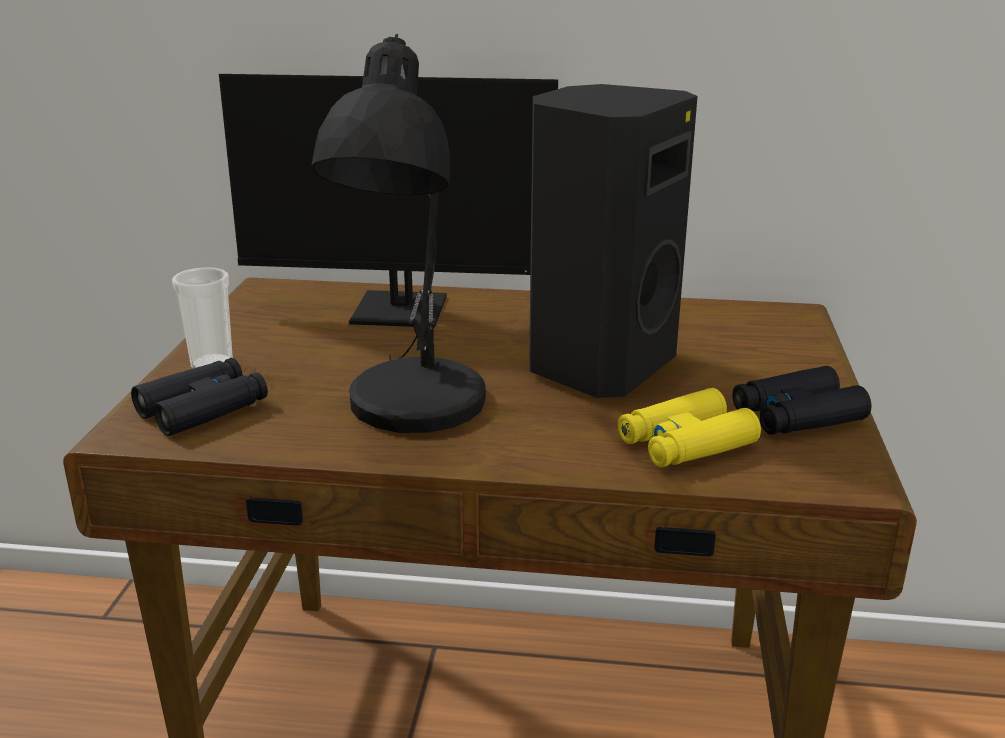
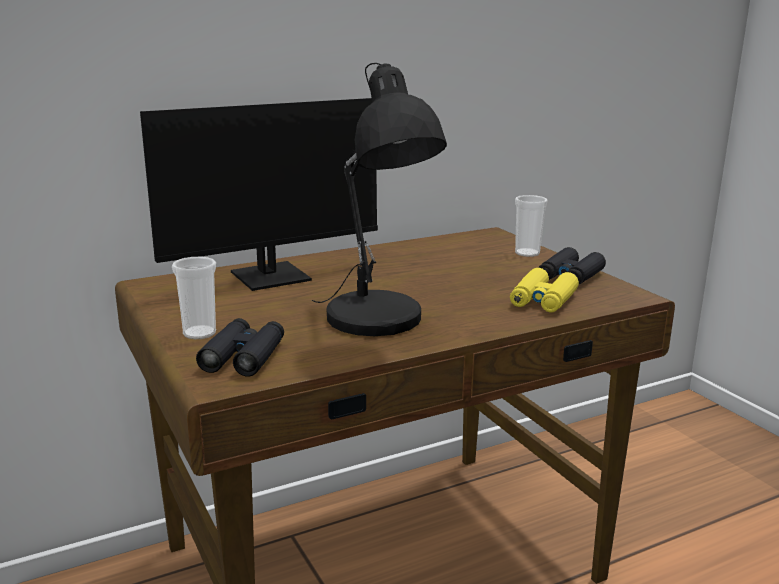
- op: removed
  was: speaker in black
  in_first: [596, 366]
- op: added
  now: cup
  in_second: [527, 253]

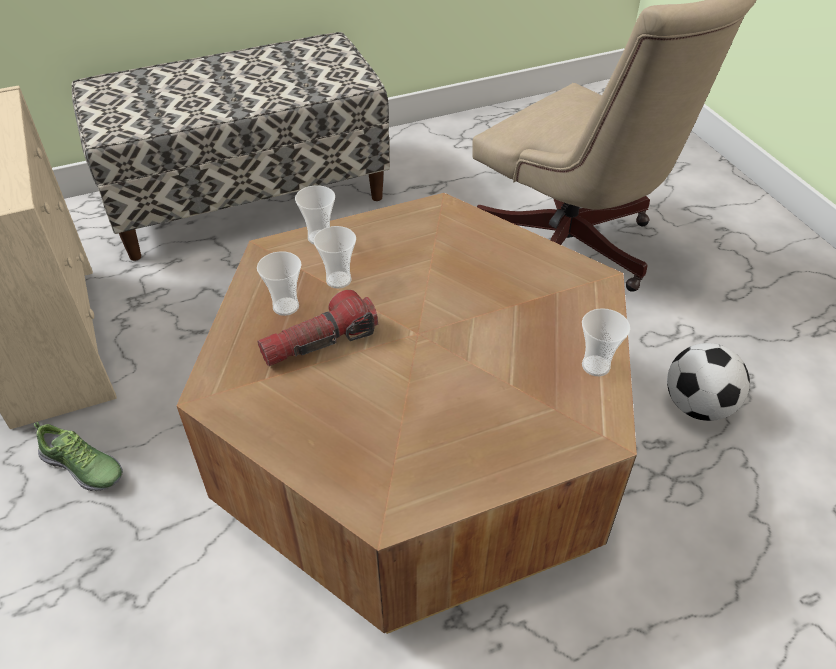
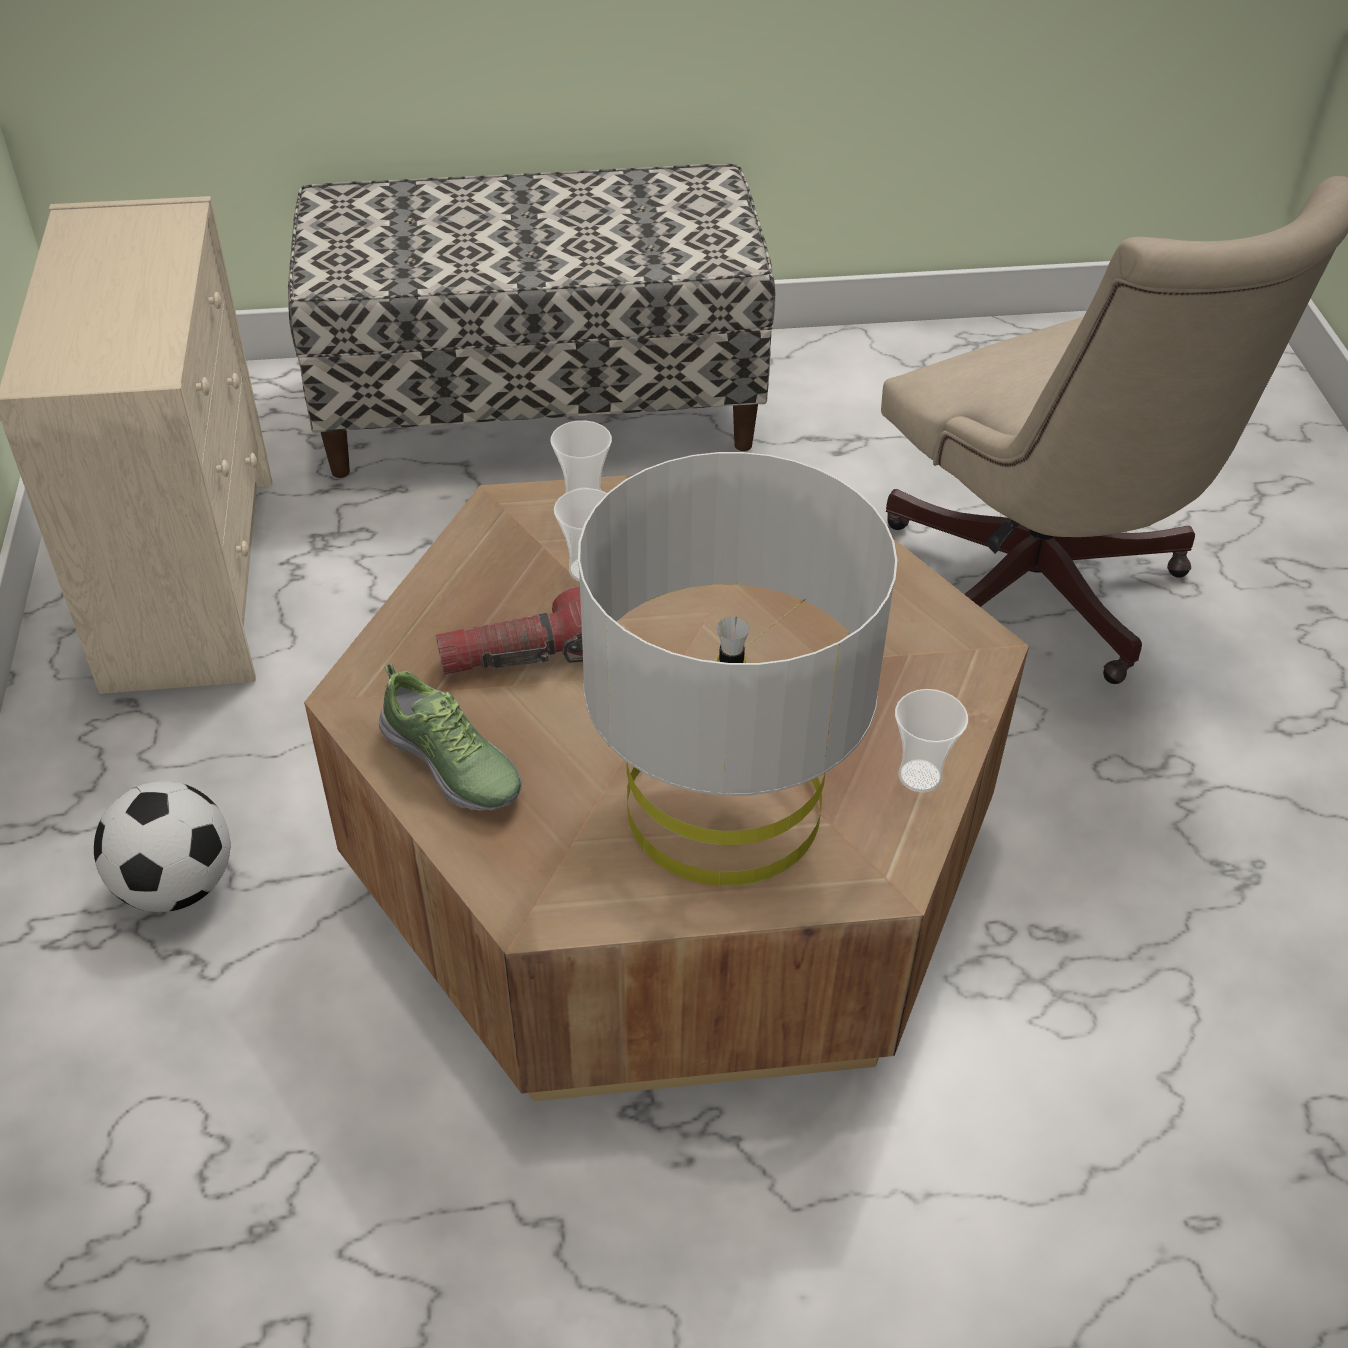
- op: removed
  was: cup
  in_first: [286, 306]
- op: added
  now: table lamp in grey
  in_second: [723, 806]
- op: moved
  was: shoe
  in_first: [84, 467]
  in_second: [452, 764]
- op: moved
  was: football
  in_first: [698, 406]
  in_second: [177, 885]

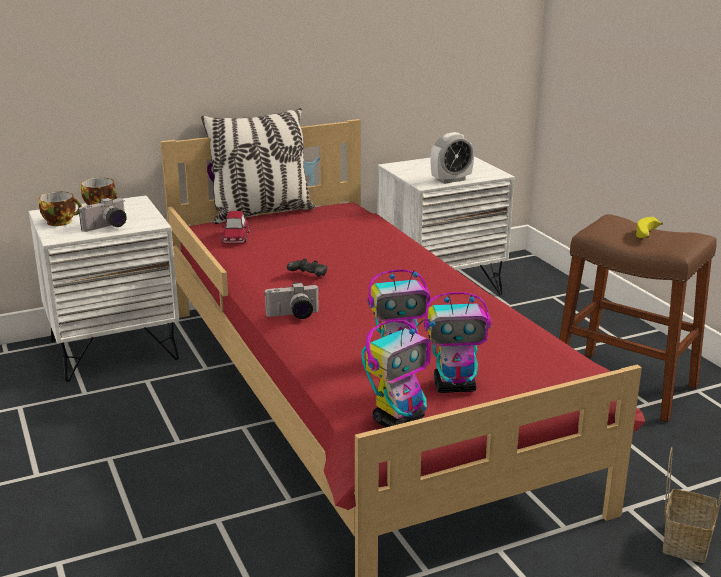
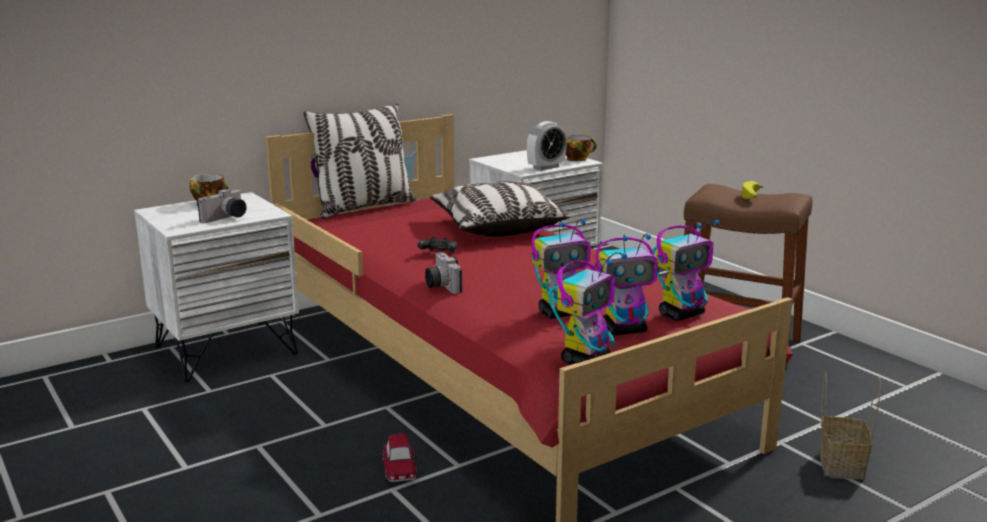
- op: added
  now: pillow
  in_second: [497, 227]
- op: added
  now: toy robot
  in_second: [682, 314]
- op: moved
  was: cup
  in_first: [61, 222]
  in_second: [577, 159]
- op: moved
  was: toy car
  in_first: [235, 237]
  in_second: [399, 468]
- op: turned
  was: photo camera
  in_first: [293, 316]
  in_second: [440, 285]
  clockwise: 90

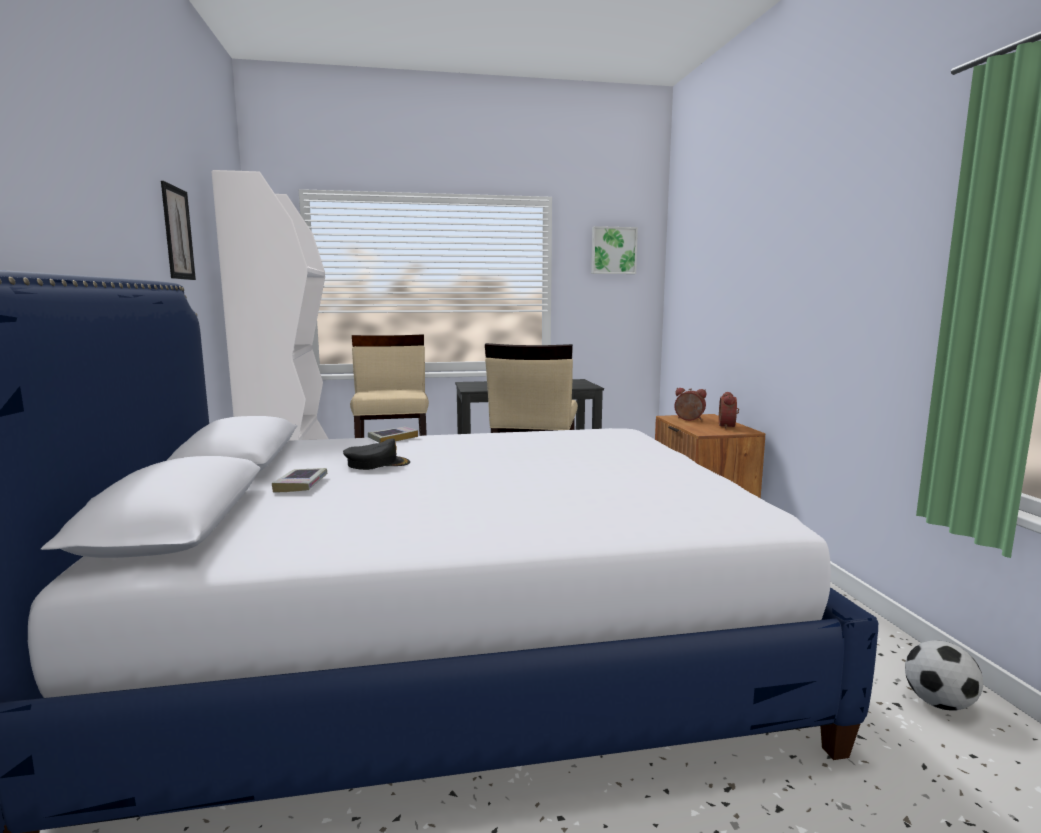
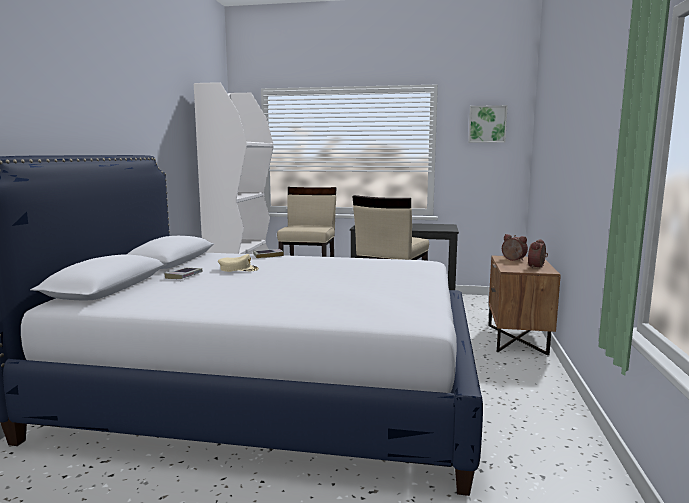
- op: removed
  was: picture
  in_first: [177, 233]
- op: removed
  was: football
  in_first: [939, 703]
- op: recoloured
  was: cap in black
  now: cap in beige
  in_first: [377, 463]
  in_second: [238, 269]

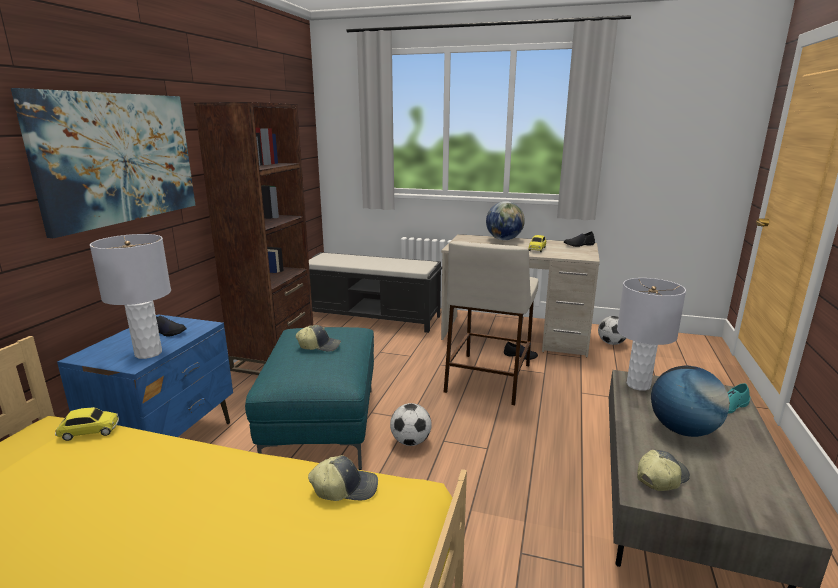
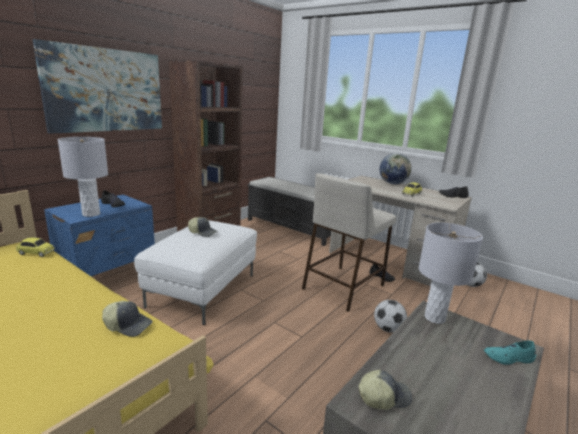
- op: removed
  was: globe
  in_first: [683, 430]
- op: moved
  was: football
  in_first: [411, 441]
  in_second: [388, 329]
- op: recoloured
  was: ottoman in turquoise
  now: ottoman in white
  in_first: [321, 425]
  in_second: [202, 289]

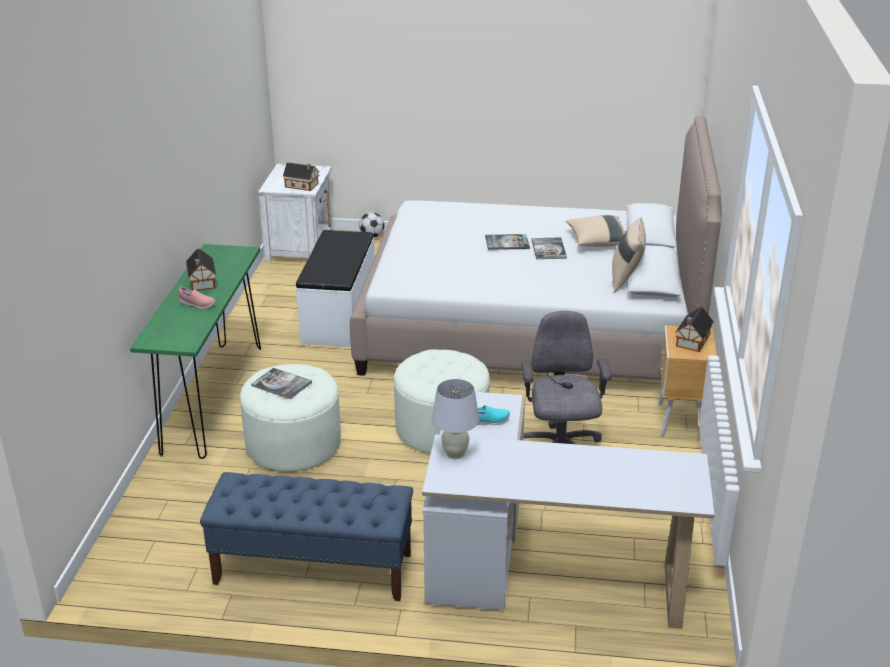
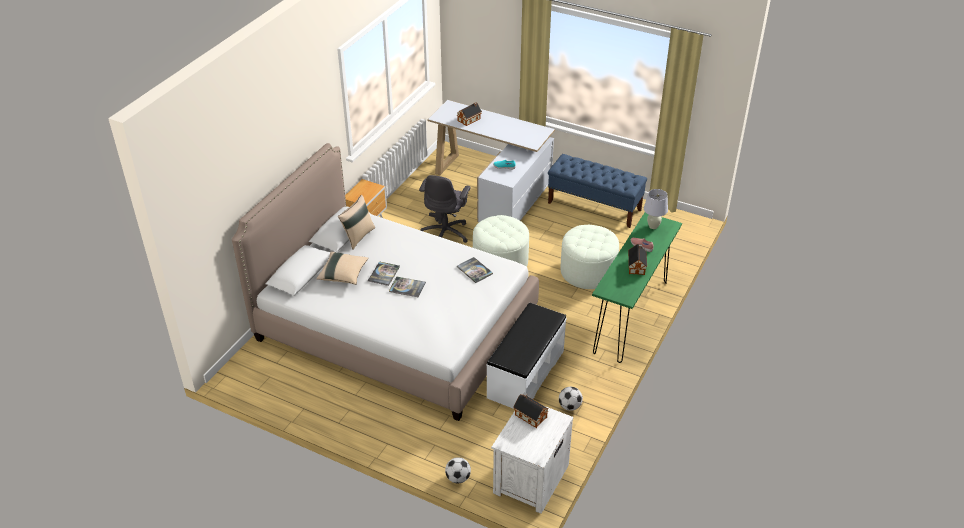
- op: added
  now: football
  in_second: [570, 406]
- op: moved
  was: book
  in_first: [281, 384]
  in_second: [474, 270]
- op: moved
  was: table lamp in white
  in_first: [455, 454]
  in_second: [653, 226]
- op: moved
  was: toy house
  in_first: [691, 341]
  in_second: [470, 119]

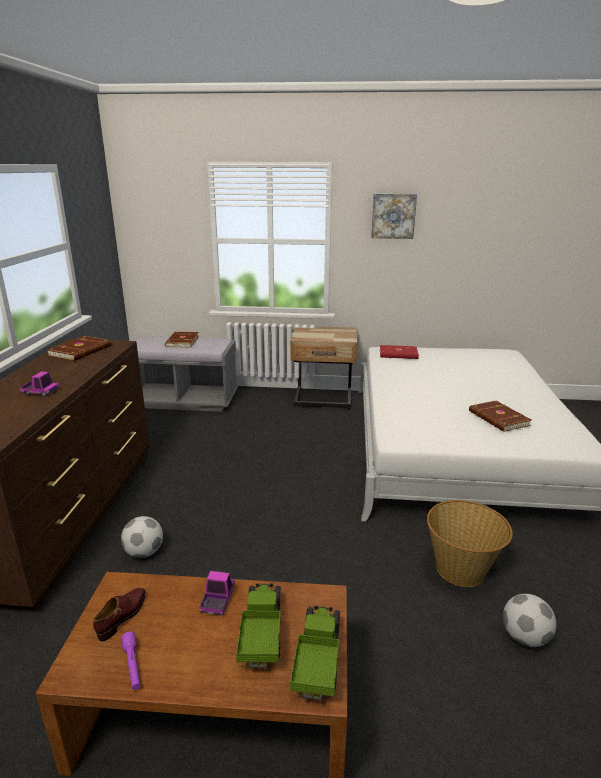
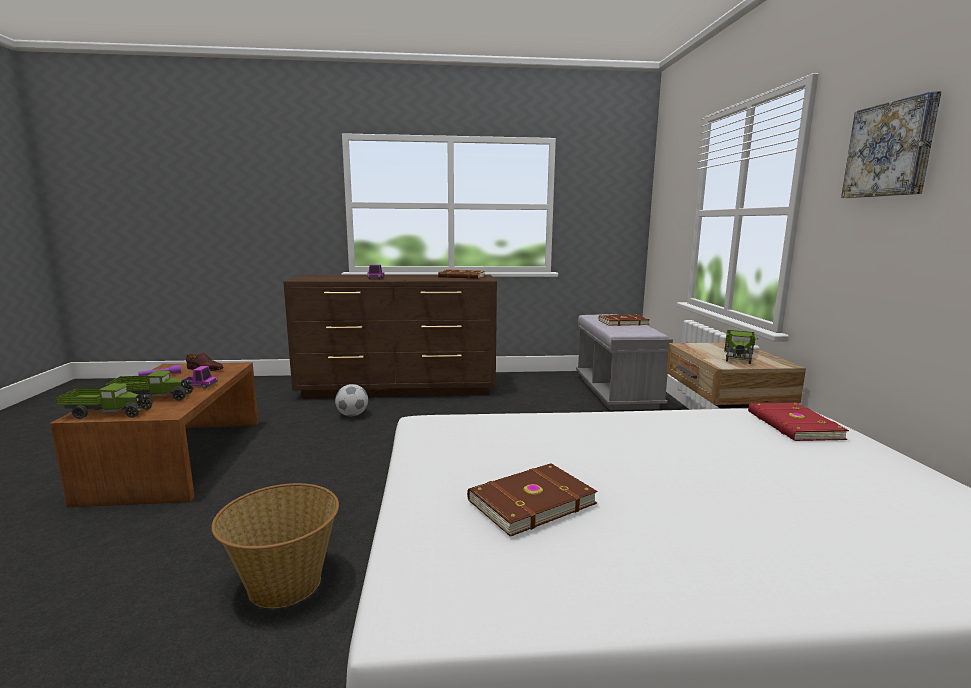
- op: removed
  was: football
  in_first: [525, 638]
- op: added
  now: toy truck
  in_second: [738, 356]

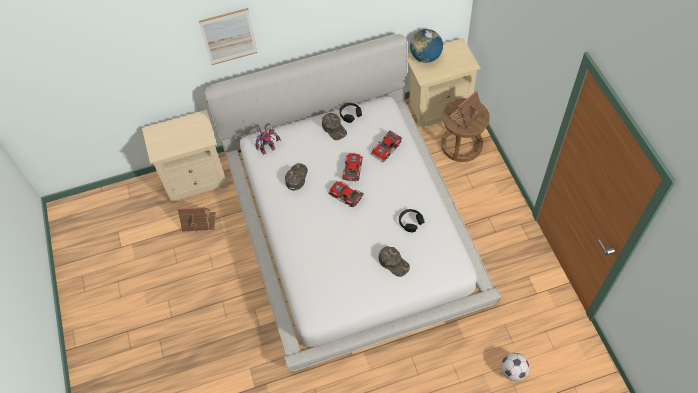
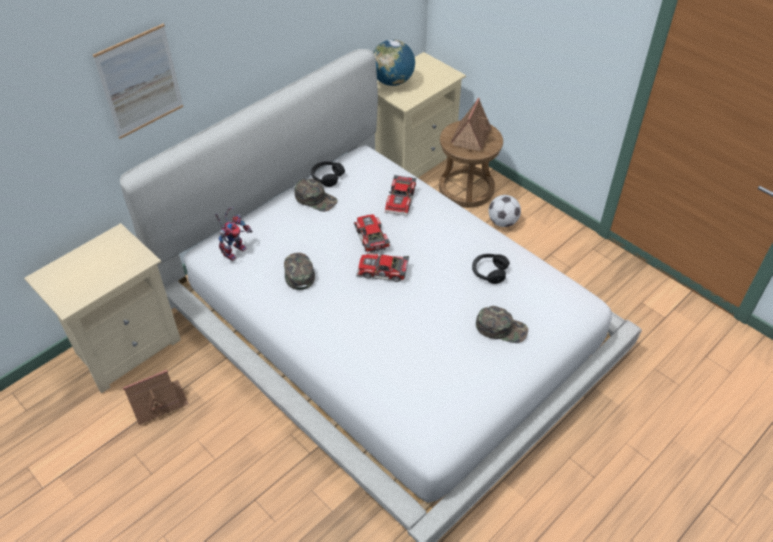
- op: moved
  was: football
  in_first: [513, 371]
  in_second: [502, 222]

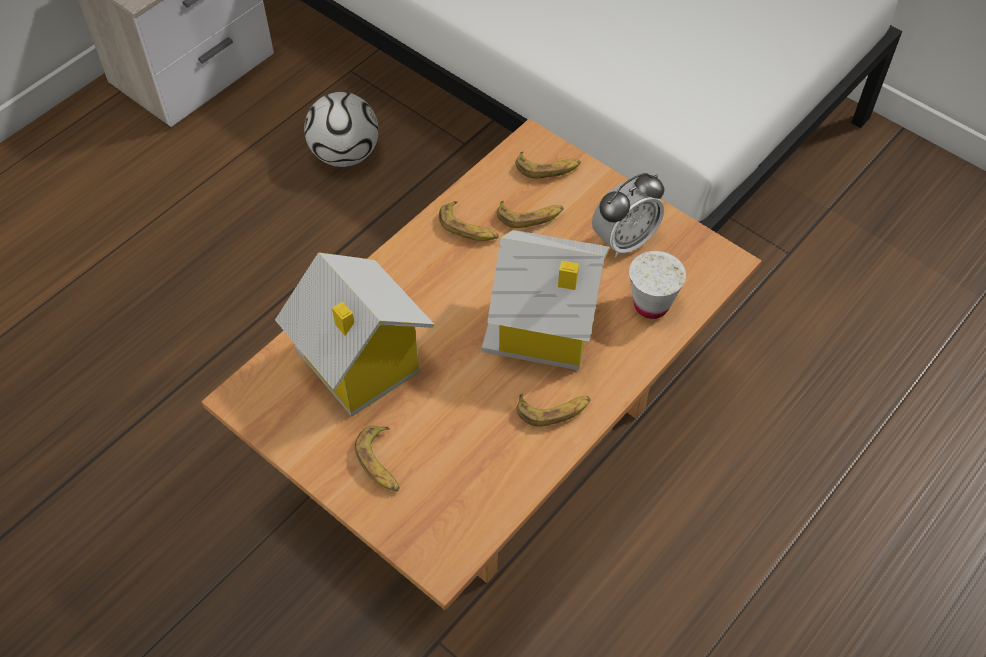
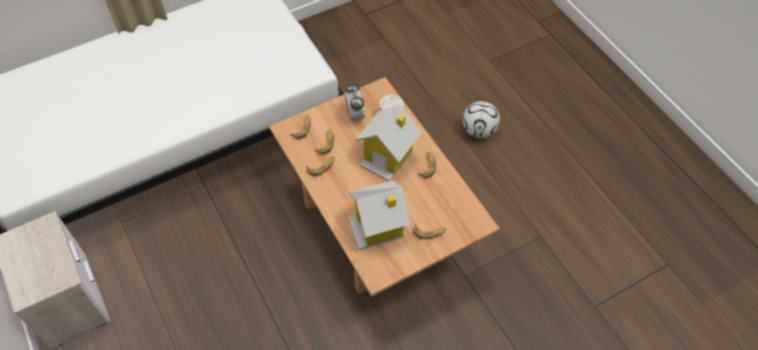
- op: moved
  was: football
  in_first: [345, 155]
  in_second: [479, 131]

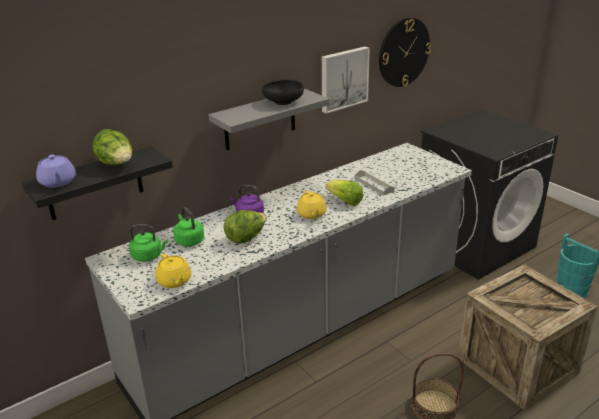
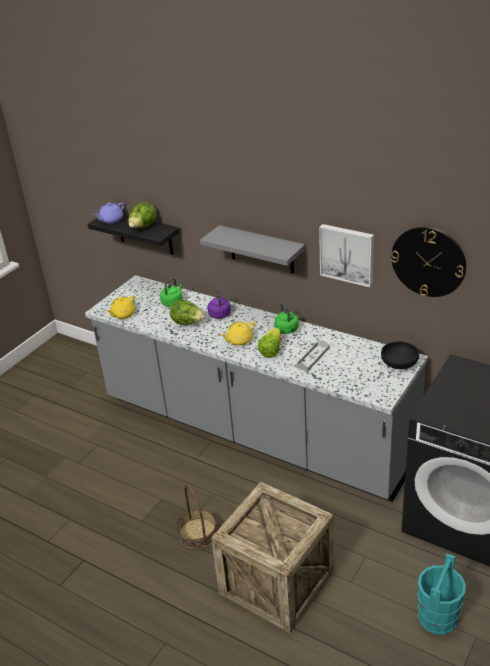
- op: moved
  was: kettle in green
  in_first: [149, 256]
  in_second: [287, 330]
- op: moved
  was: bowl in black
  in_first: [283, 102]
  in_second: [399, 364]

